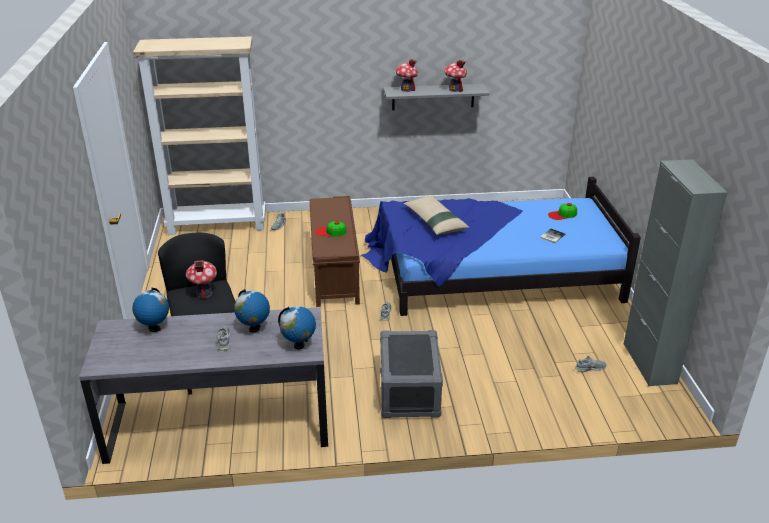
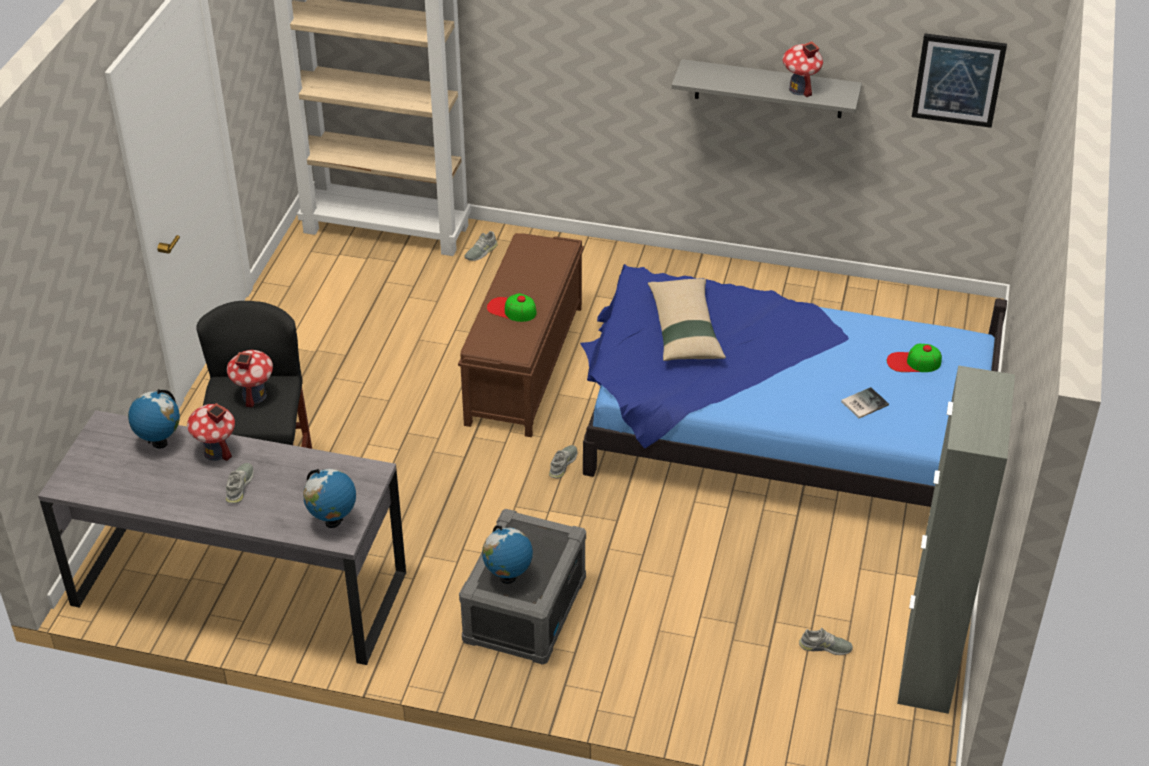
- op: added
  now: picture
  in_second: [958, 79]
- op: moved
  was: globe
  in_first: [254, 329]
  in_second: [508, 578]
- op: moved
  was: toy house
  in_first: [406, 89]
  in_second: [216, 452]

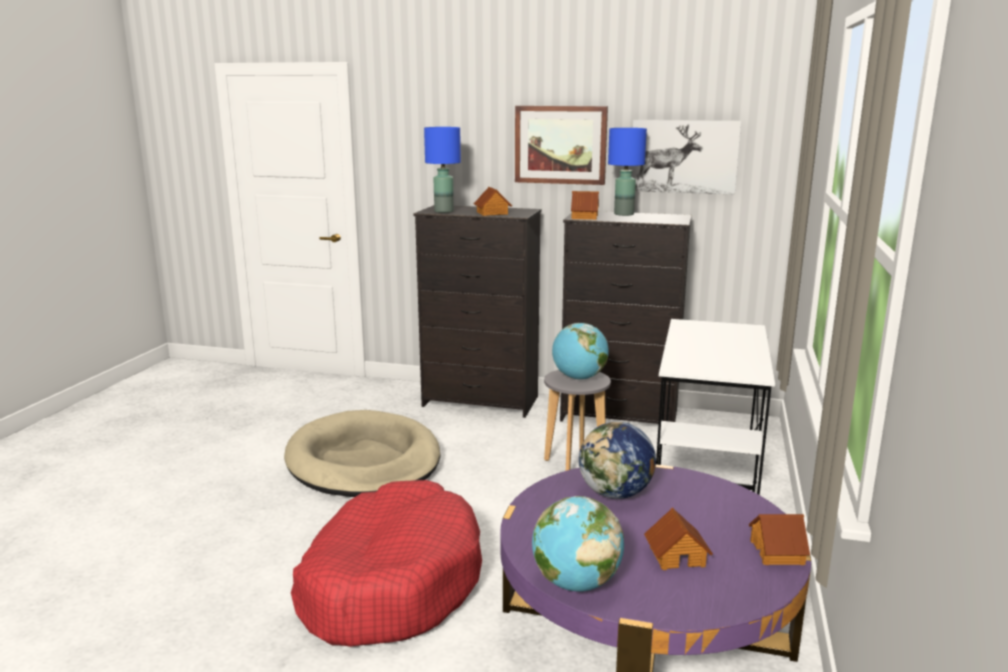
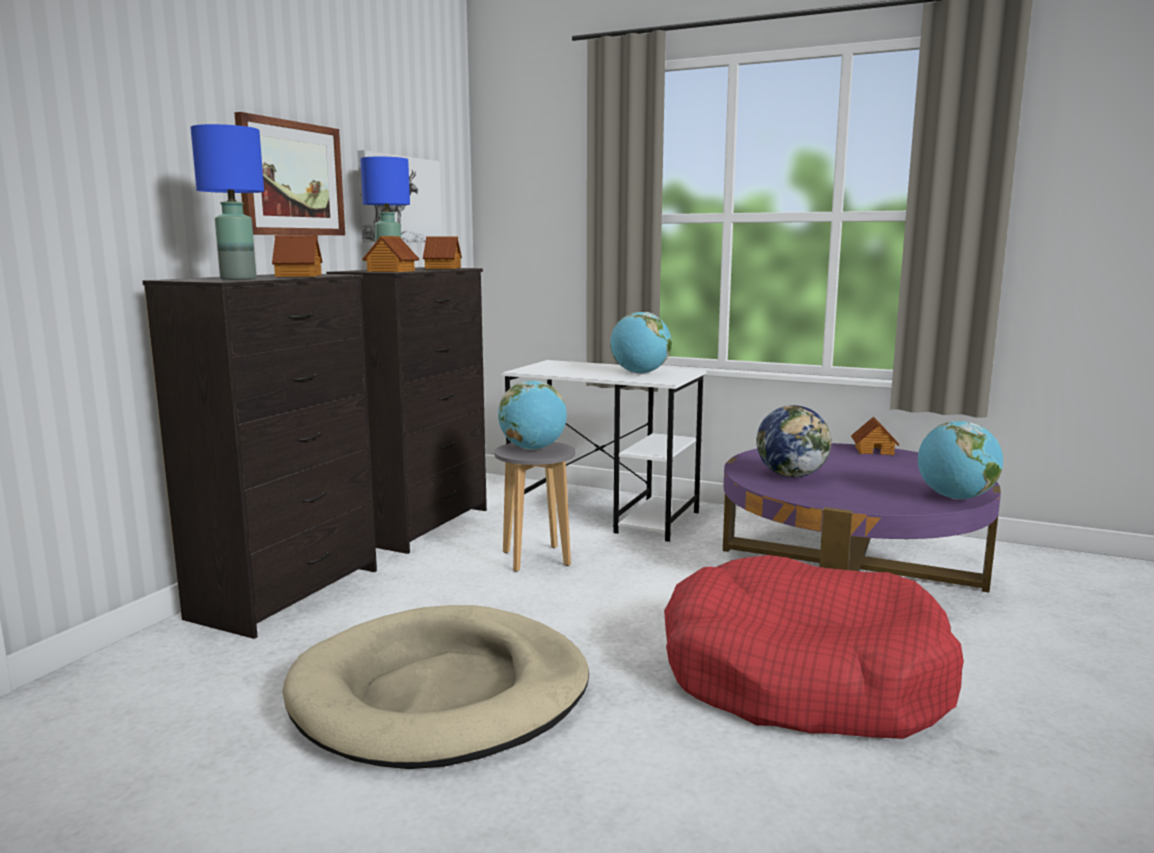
- op: added
  now: globe
  in_second: [640, 373]
- op: moved
  was: toy house
  in_first: [677, 556]
  in_second: [442, 268]

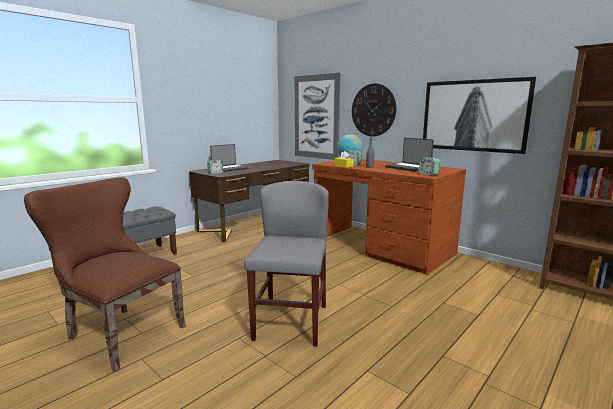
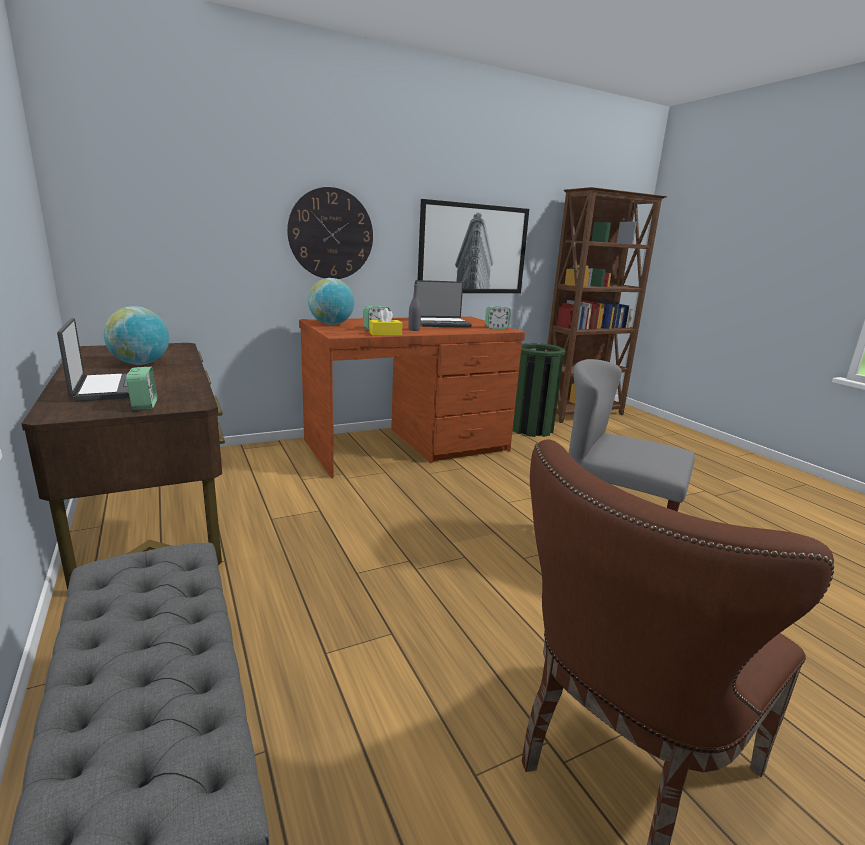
- op: removed
  was: picture
  in_first: [316, 117]
- op: added
  now: globe
  in_second: [141, 364]
- op: added
  now: trash can in green
  in_second: [531, 429]

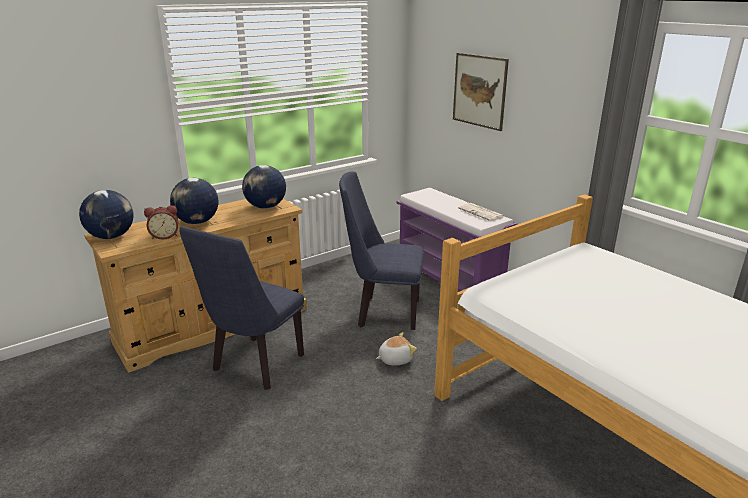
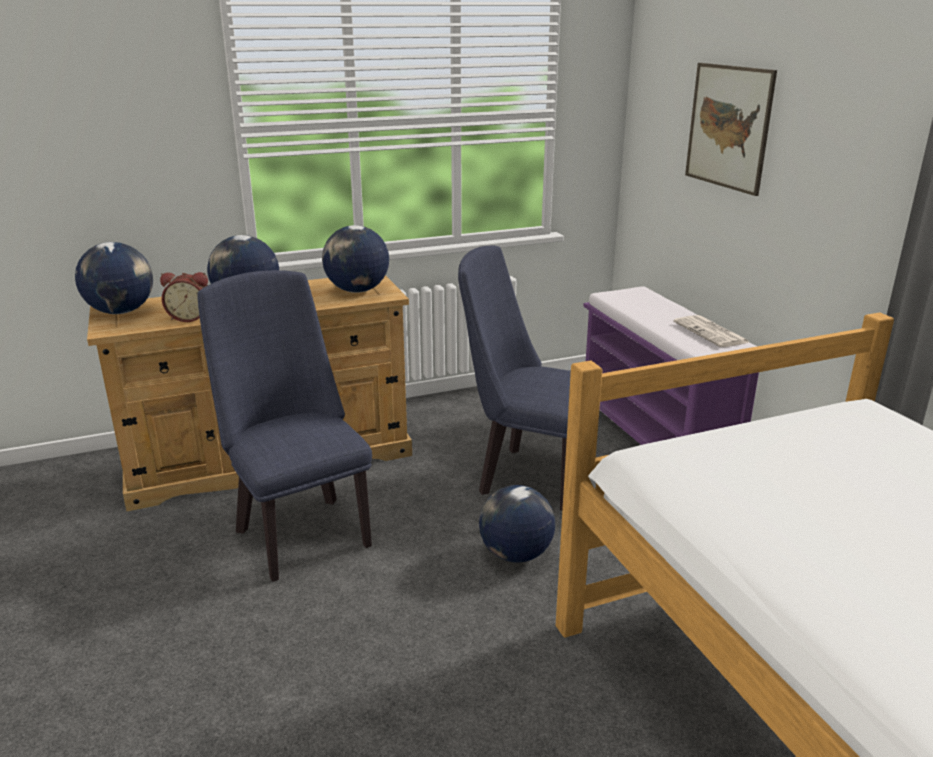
- op: replaced
  was: plush toy
  now: globe
  in_first: [395, 359]
  in_second: [515, 554]
- op: turned
  was: chair in blue
  in_first: [254, 367]
  in_second: [299, 531]
  clockwise: 105

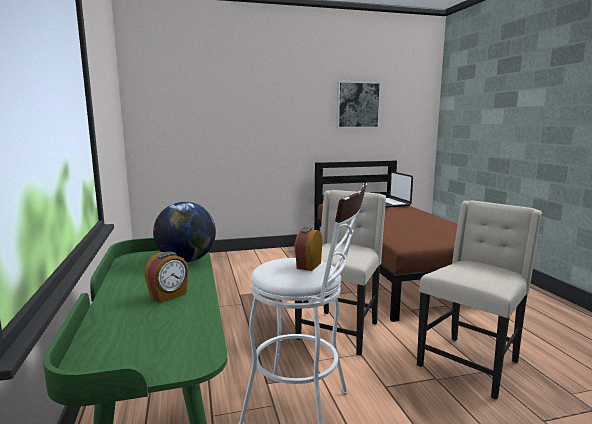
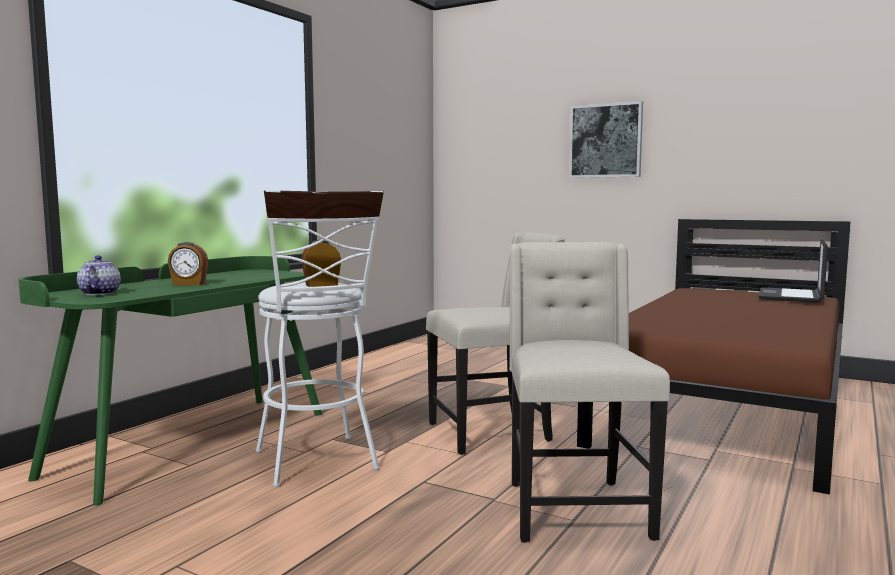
- op: removed
  was: globe
  in_first: [186, 260]
- op: added
  now: teapot
  in_second: [99, 293]
- op: moved
  was: picture
  in_first: [358, 105]
  in_second: [605, 140]
- op: turned
  was: chair in beige
  in_first: [470, 363]
  in_second: [573, 508]
  clockwise: -90

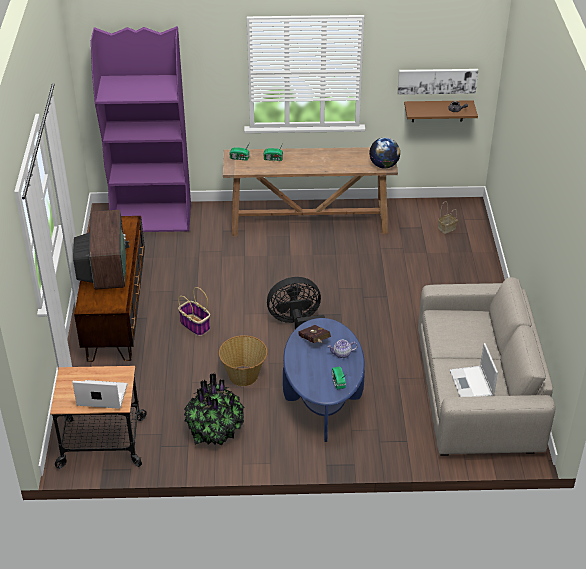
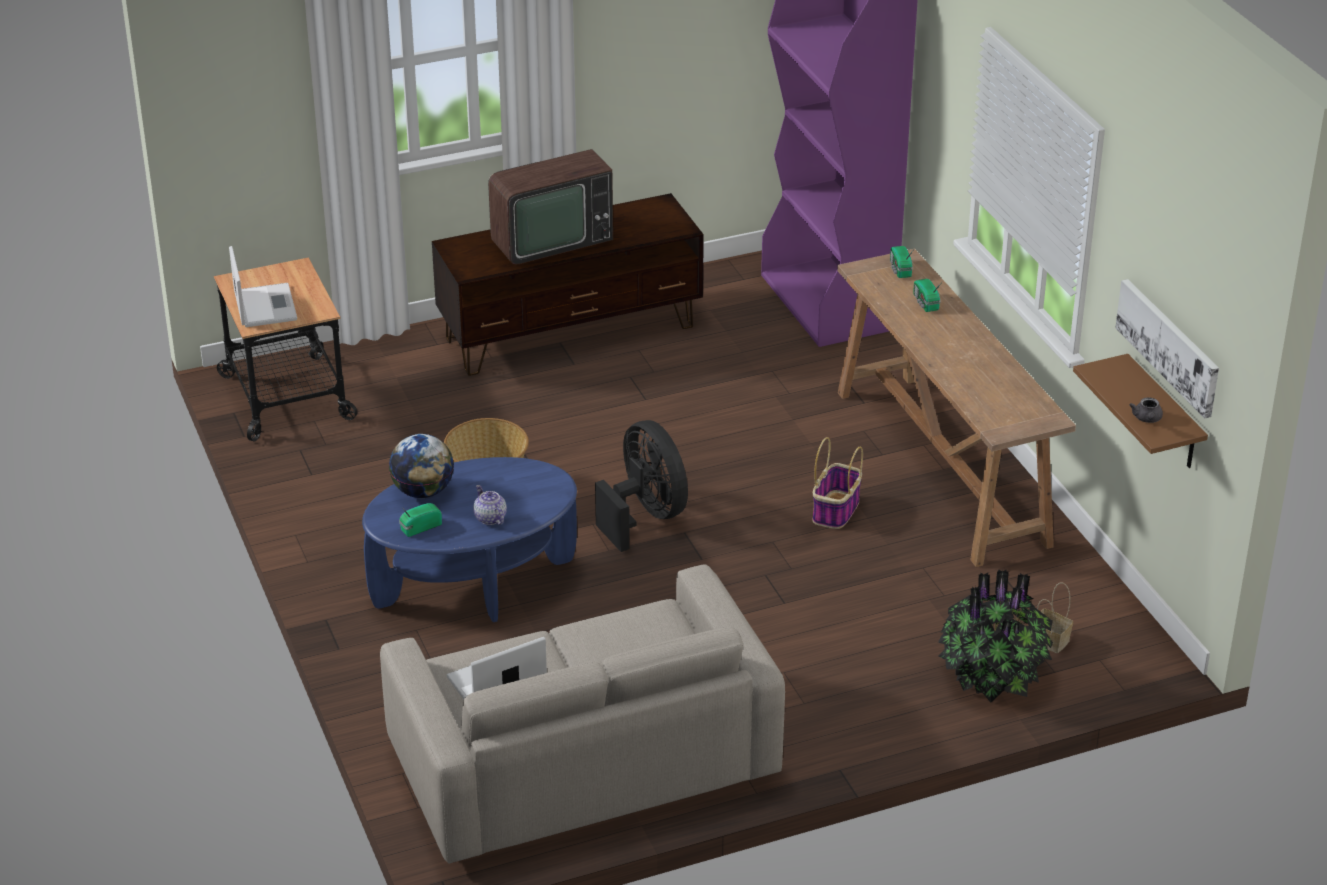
- op: removed
  was: book in red
  in_first: [314, 341]
- op: moved
  was: basket
  in_first: [195, 325]
  in_second: [836, 511]
- op: moved
  was: potted plant
  in_first: [215, 430]
  in_second: [992, 677]
- op: moved
  was: globe
  in_first: [384, 165]
  in_second: [423, 492]

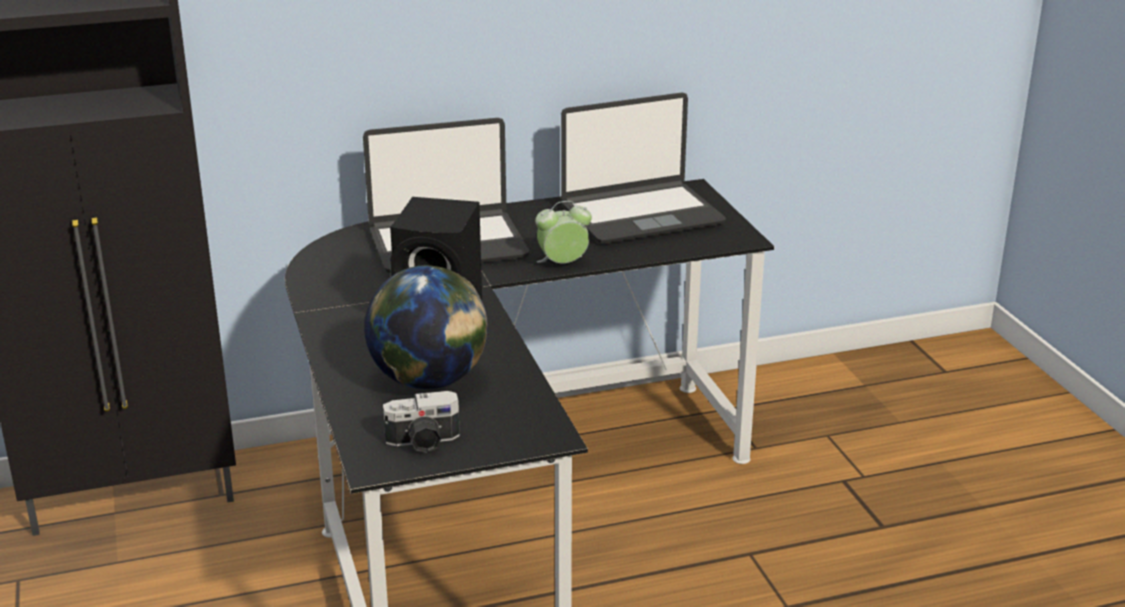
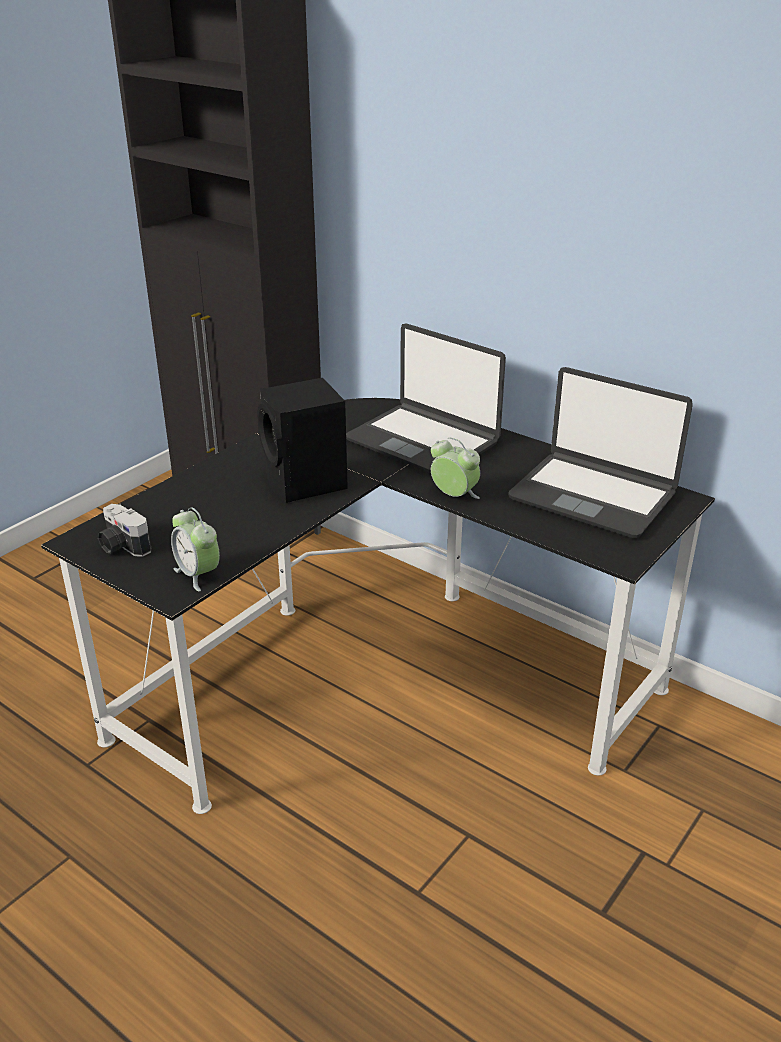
- op: removed
  was: globe
  in_first: [429, 381]
- op: added
  now: alarm clock
  in_second: [198, 574]

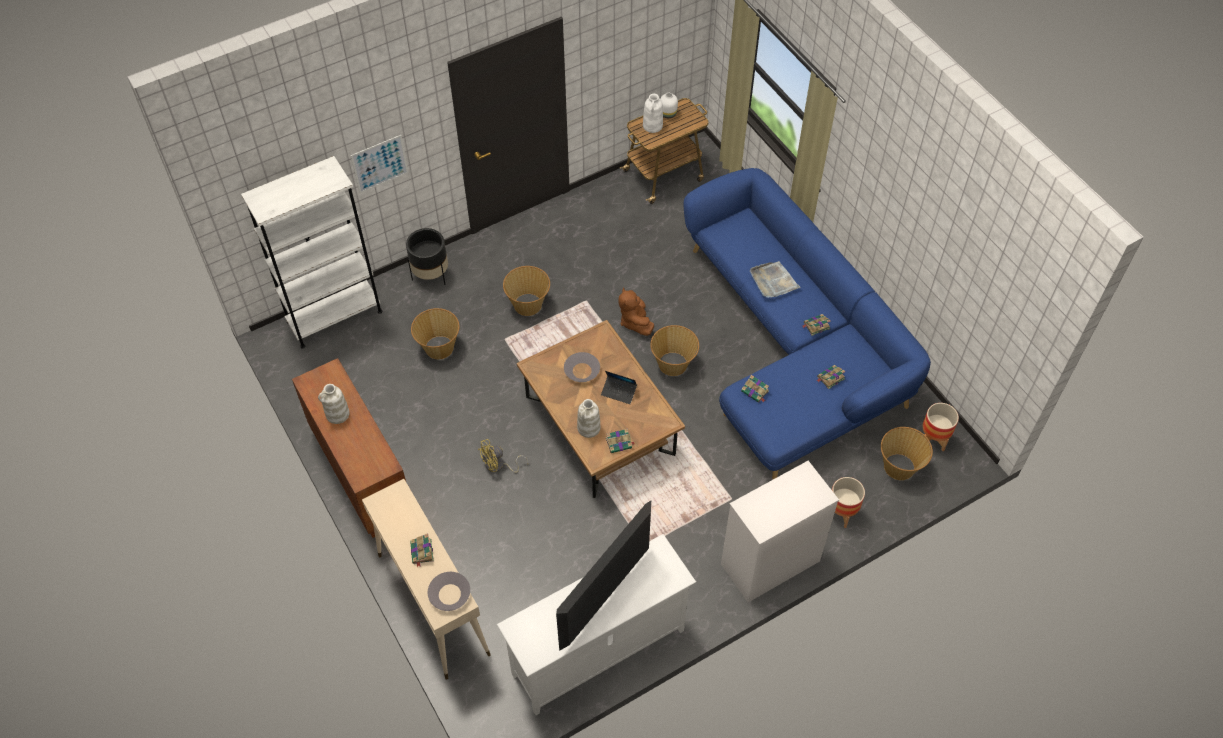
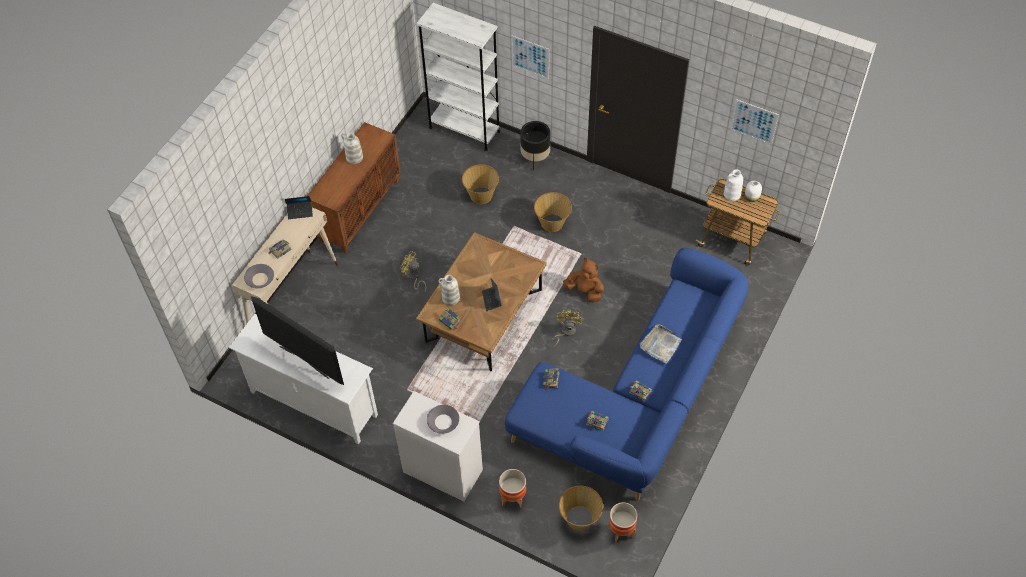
- op: added
  now: laptop
  in_second: [300, 211]
- op: added
  now: picture
  in_second: [754, 122]
- op: moved
  was: bowl in grey
  in_first: [582, 371]
  in_second: [443, 421]
- op: replaced
  was: basket
  now: fan in yellow
  in_first: [673, 364]
  in_second: [565, 332]
- op: turned
  was: television
  in_first: [606, 600]
  in_second: [304, 361]
  clockwise: -150
- op: turned
  was: plush toy in brown
  in_first: [635, 321]
  in_second: [585, 291]
  clockwise: 75

